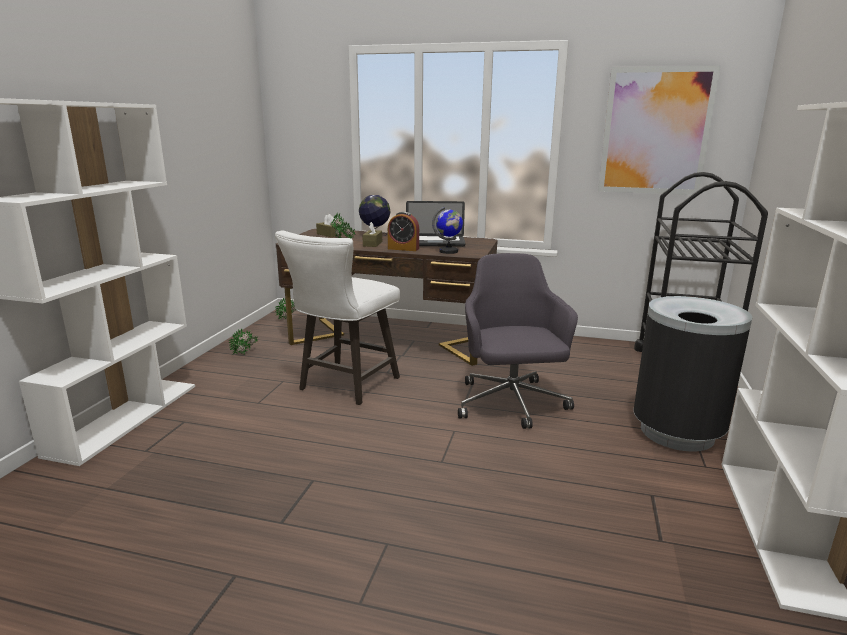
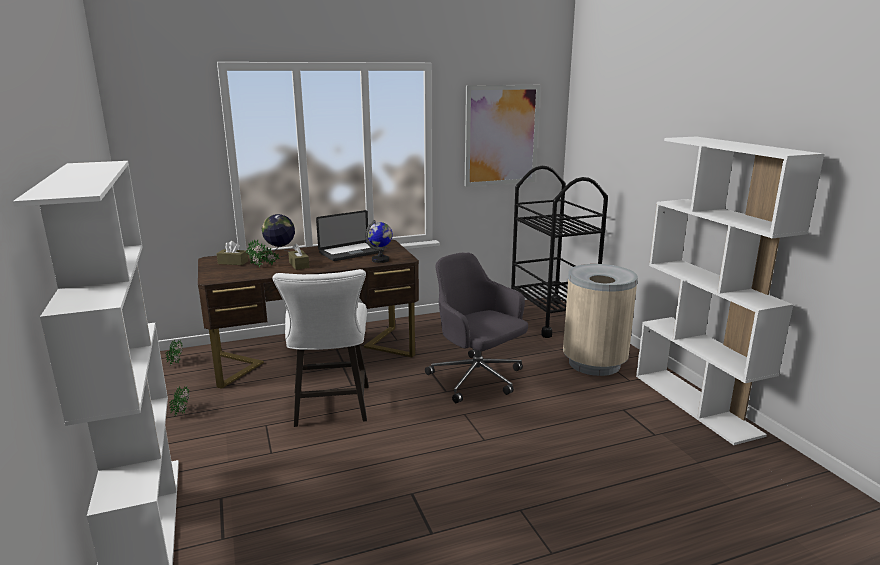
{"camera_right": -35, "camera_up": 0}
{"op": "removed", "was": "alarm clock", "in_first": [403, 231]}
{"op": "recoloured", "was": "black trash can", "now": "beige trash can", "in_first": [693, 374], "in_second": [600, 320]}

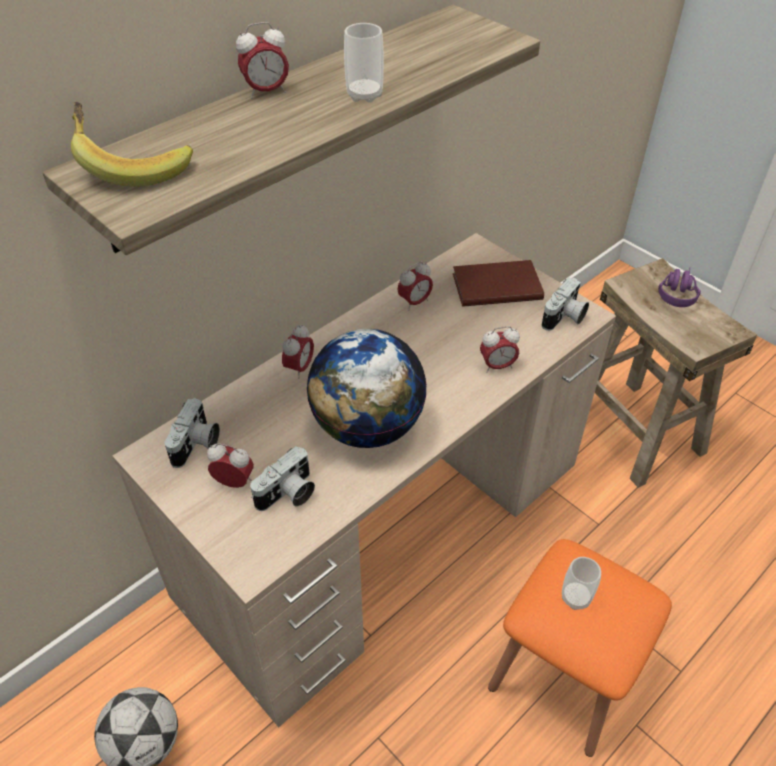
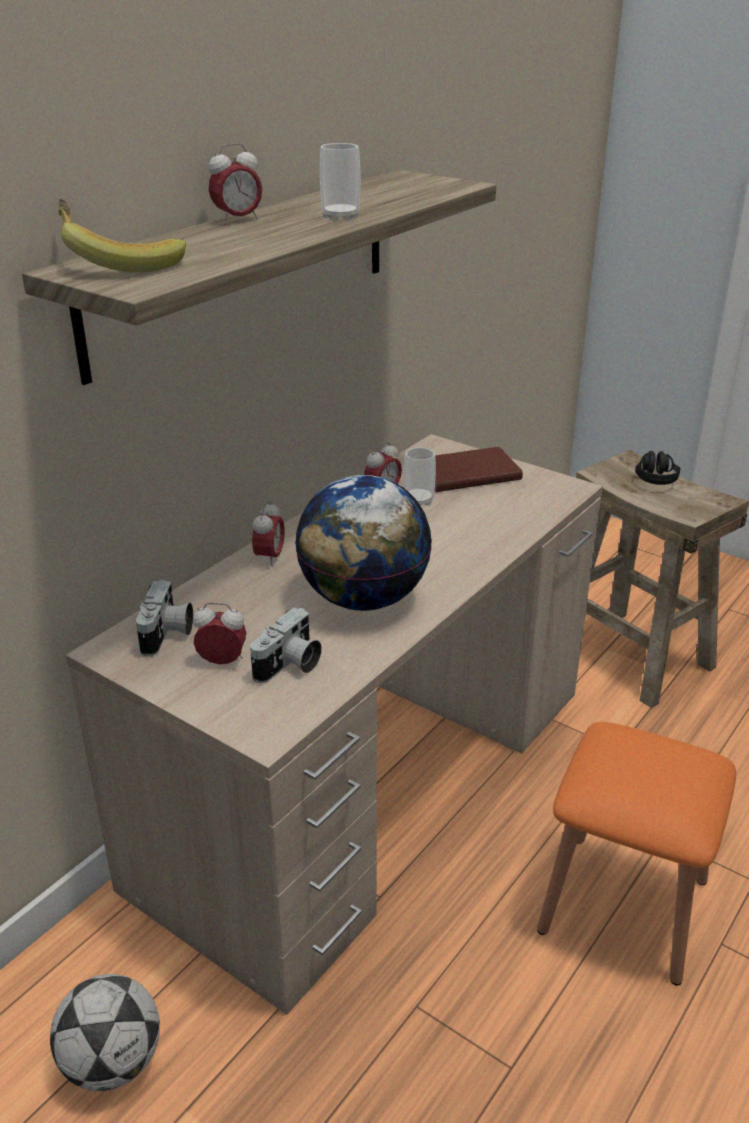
{"camera_right": -10, "camera_up": -15}
{"op": "removed", "was": "alarm clock", "in_first": [500, 349]}
{"op": "removed", "was": "photo camera", "in_first": [565, 304]}
{"op": "moved", "was": "cup", "in_first": [581, 583], "in_second": [420, 476]}
{"op": "recoloured", "was": "purple headphones", "now": "black headphones", "in_first": [679, 287], "in_second": [657, 468]}

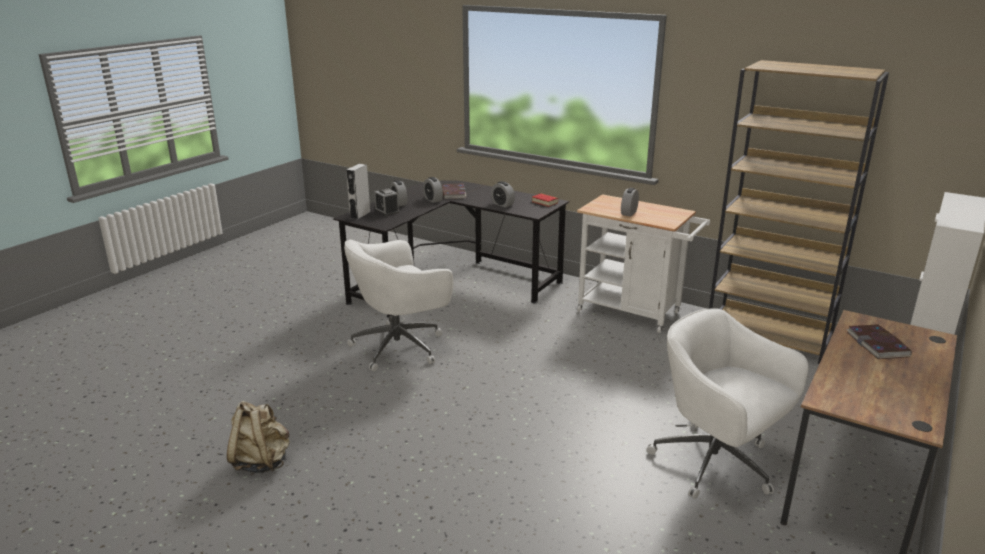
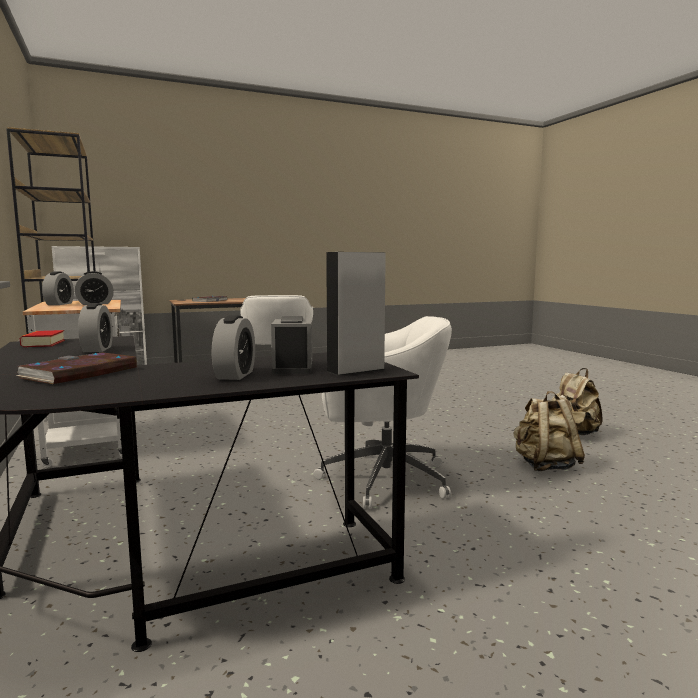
{"camera_right": -145, "camera_up": -15}
{"op": "moved", "was": "alarm clock", "in_first": [433, 190], "in_second": [58, 288]}
{"op": "added", "now": "beige backpack", "in_second": [549, 431]}

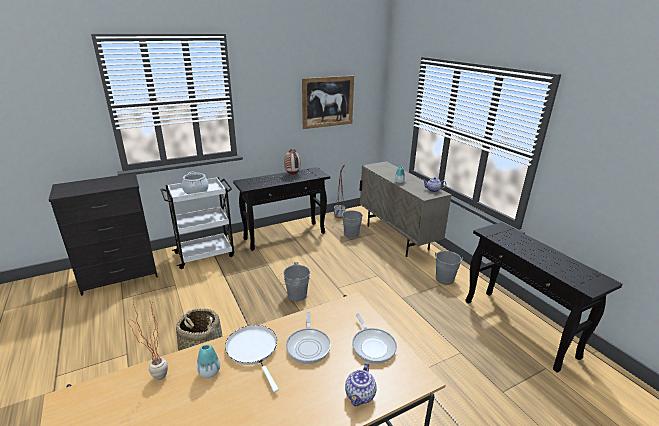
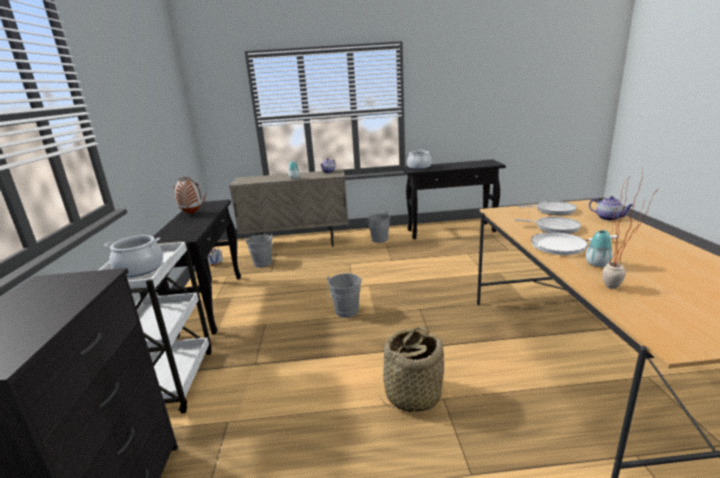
{"camera_right": -65, "camera_up": -5}
{"op": "removed", "was": "picture", "in_first": [328, 102]}
{"op": "added", "now": "cooking pot", "in_second": [419, 159]}

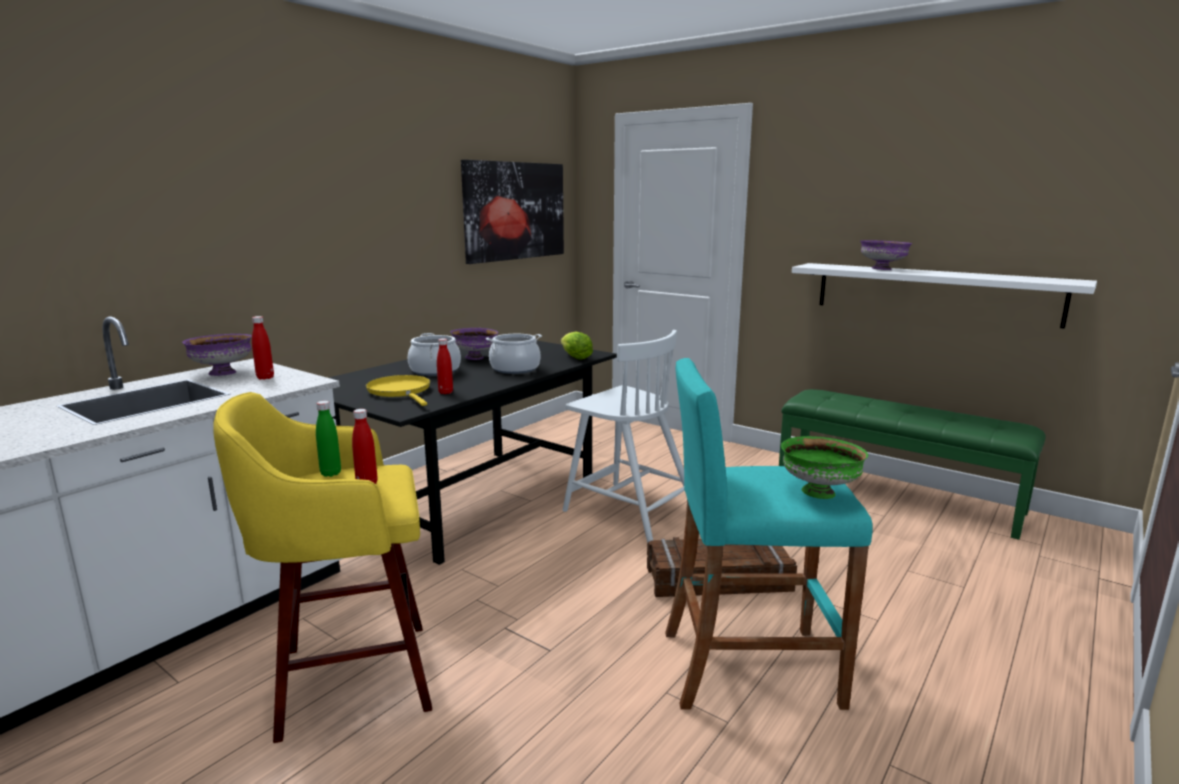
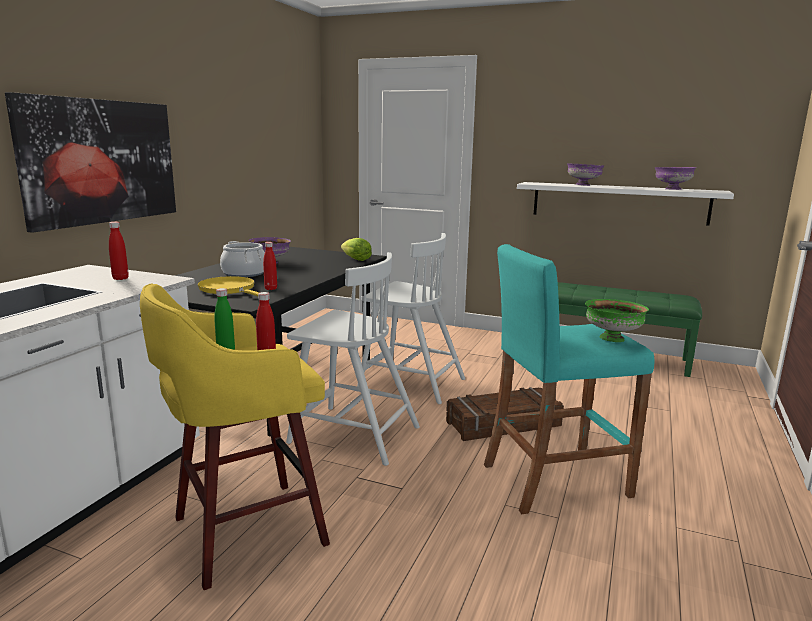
{"camera_right": -15, "camera_up": 0}
{"op": "moved", "was": "purple bowl", "in_first": [217, 355], "in_second": [675, 178]}
{"op": "moved", "was": "picture", "in_first": [512, 212], "in_second": [90, 162]}
{"op": "removed", "was": "cooking pot", "in_first": [514, 354]}
{"op": "added", "now": "white chair", "in_second": [353, 359]}

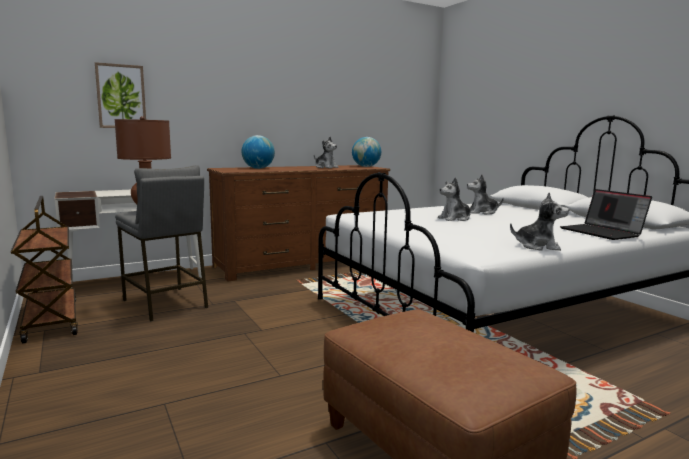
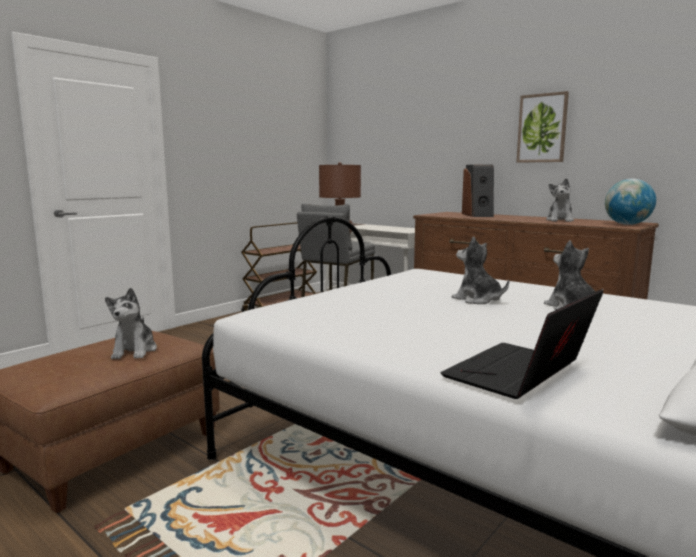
{"camera_right": 70, "camera_up": 0}
{"op": "moved", "was": "picture", "in_first": [120, 95], "in_second": [542, 127]}
{"op": "replaced", "was": "globe", "now": "speaker", "in_first": [258, 152], "in_second": [478, 191]}
{"op": "moved", "was": "plush toy", "in_first": [539, 221], "in_second": [131, 323]}

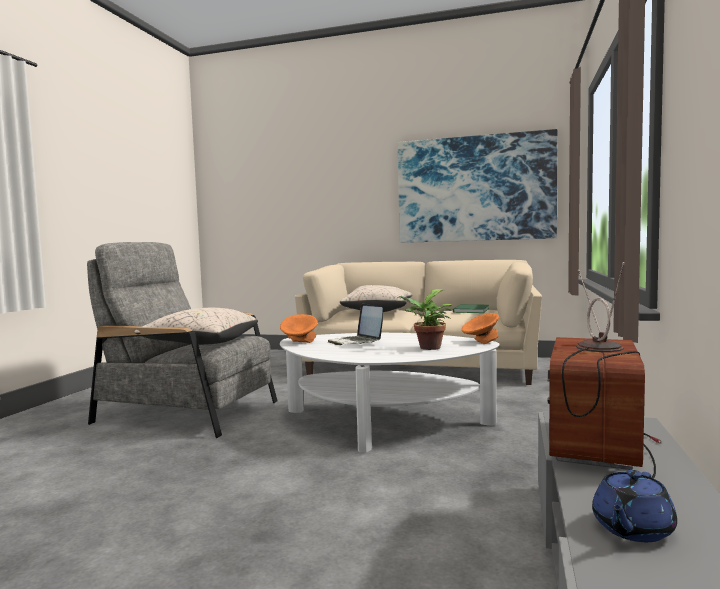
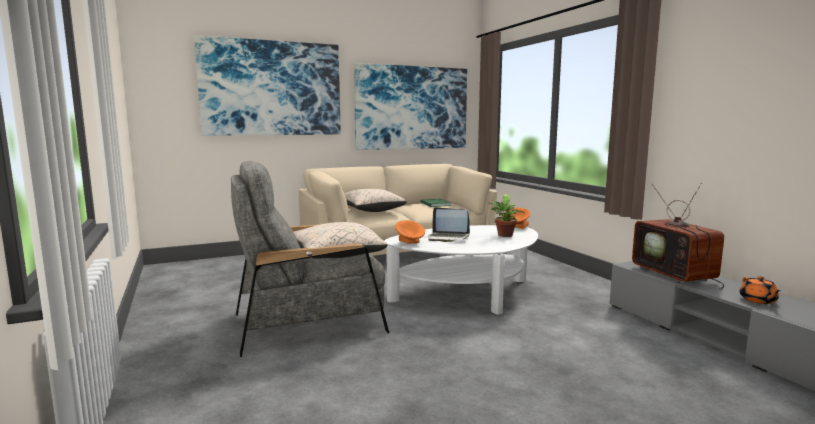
{"camera_right": -40, "camera_up": 5}
{"op": "recoloured", "was": "blue teapot", "now": "orange teapot", "in_first": [634, 506], "in_second": [760, 290]}
{"op": "added", "now": "picture", "in_second": [267, 85]}

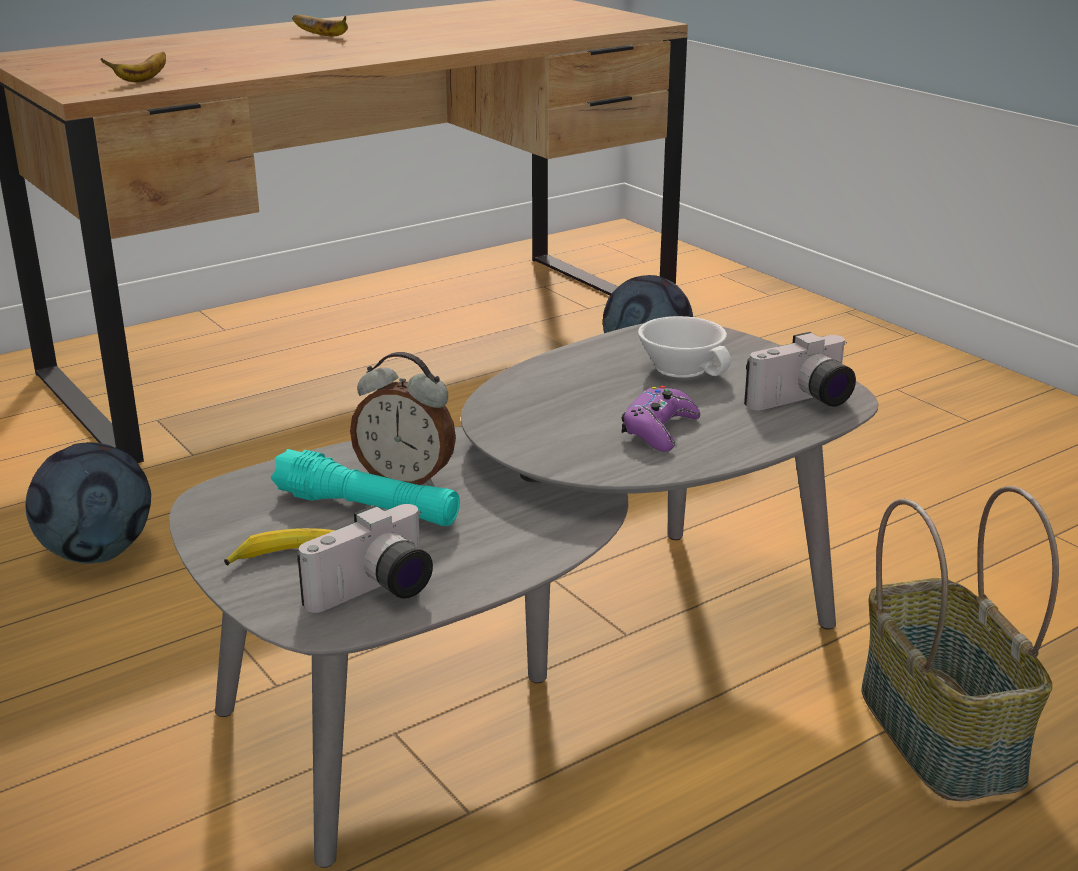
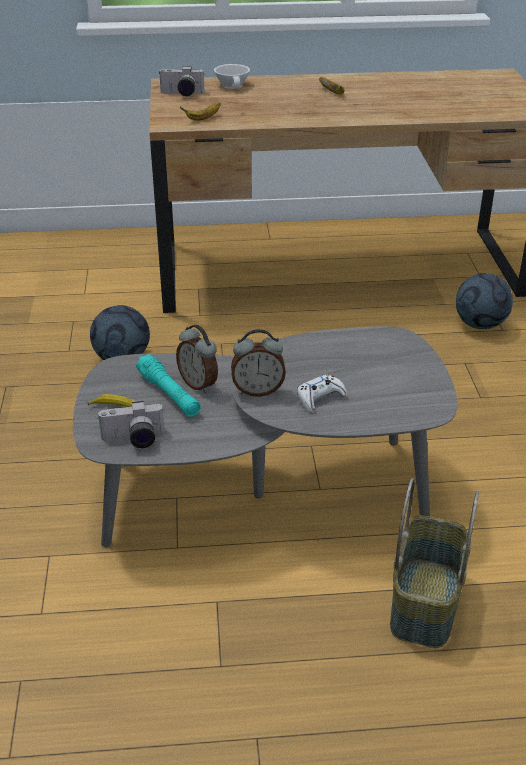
{"camera_right": 30, "camera_up": 10}
{"op": "recoloured", "was": "purple game controller", "now": "white game controller", "in_first": [661, 419], "in_second": [322, 394]}
{"op": "moved", "was": "white cup", "in_first": [684, 347], "in_second": [232, 76]}
{"op": "moved", "was": "photo camera", "in_first": [800, 371], "in_second": [182, 81]}
{"op": "added", "now": "alarm clock", "in_second": [258, 363]}

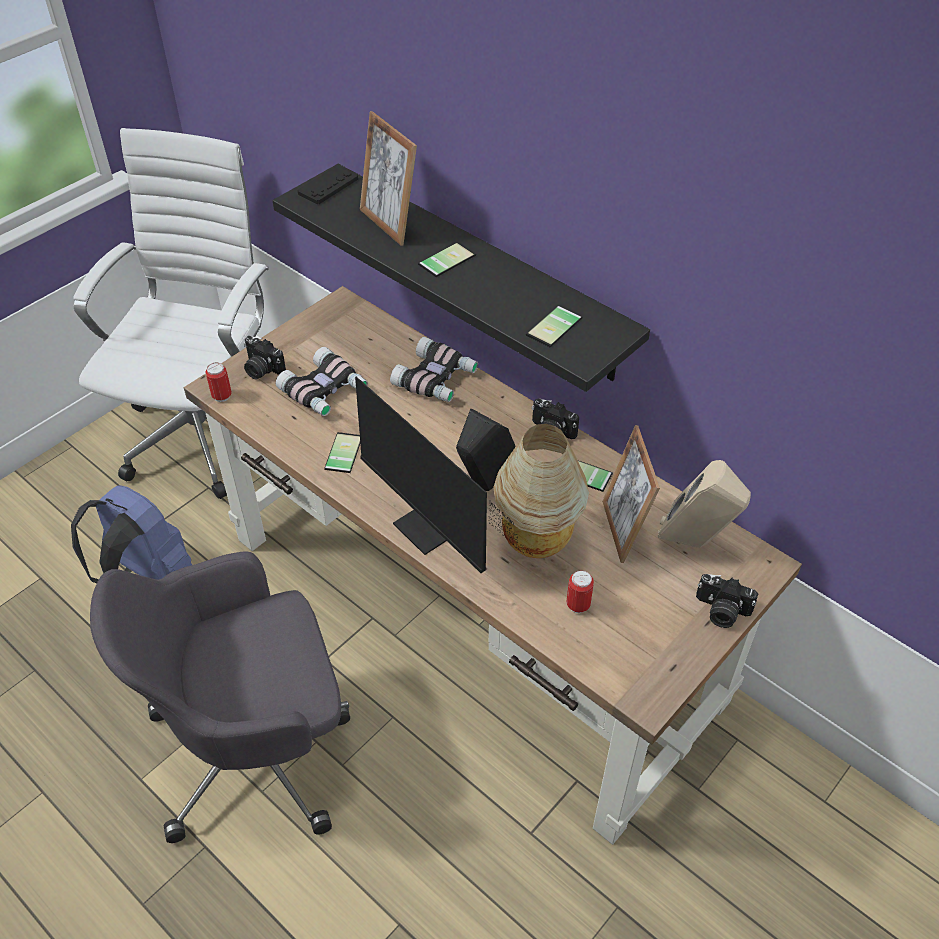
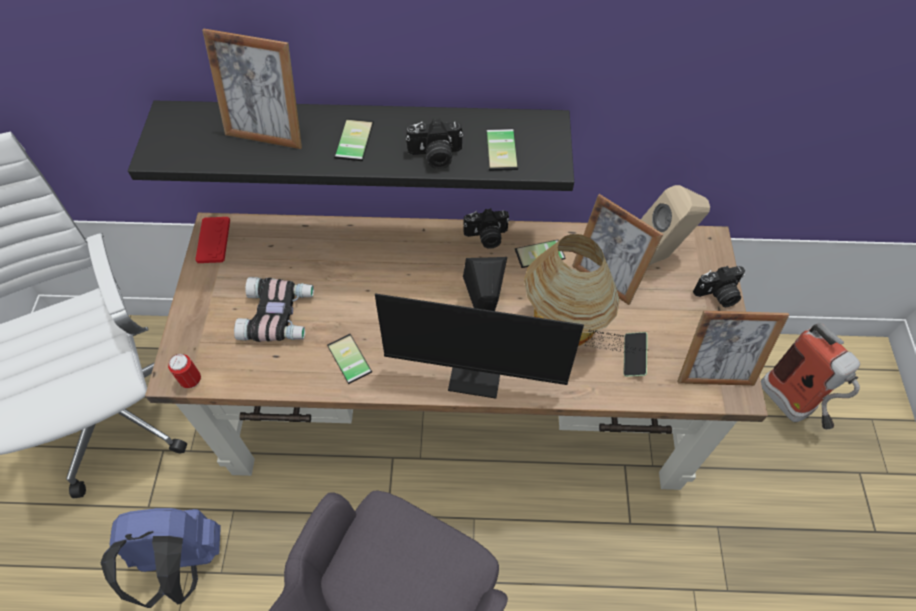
{"camera_right": -40, "camera_up": 10}
{"op": "moved", "was": "photo camera", "in_first": [264, 358], "in_second": [434, 143]}
{"op": "removed", "was": "black game controller", "in_first": [328, 185]}
{"op": "removed", "was": "binoculars", "in_first": [434, 369]}
{"op": "replaced", "was": "can", "now": "phone", "in_first": [580, 591], "in_second": [635, 354]}
{"op": "added", "now": "red game controller", "in_second": [212, 240]}
{"op": "added", "now": "picture frame", "in_second": [733, 348]}
{"op": "added", "now": "fire extinguisher", "in_second": [810, 376]}

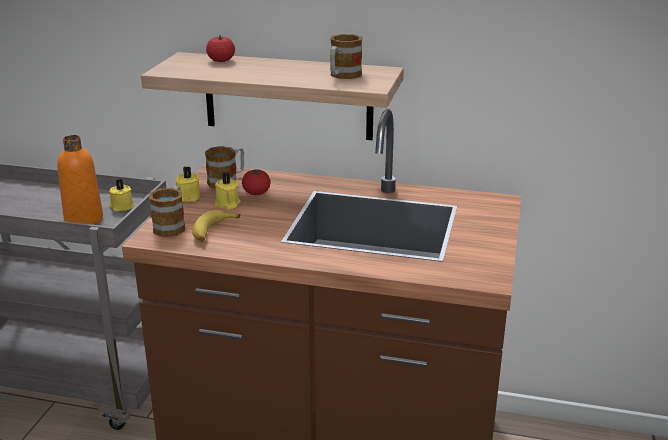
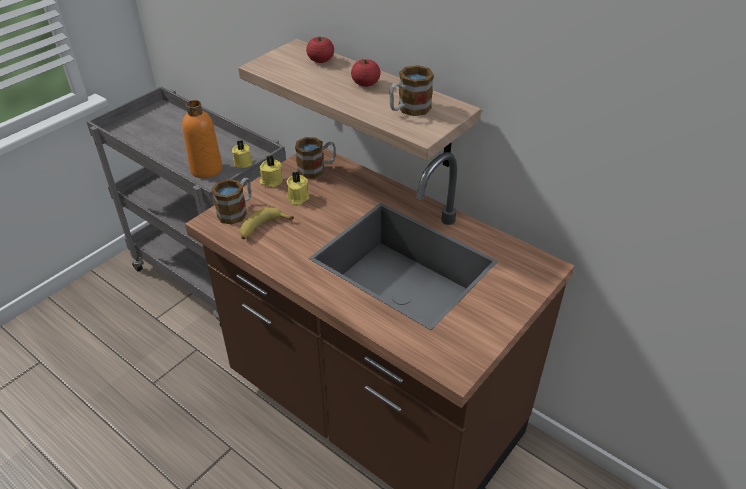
{"camera_right": 25, "camera_up": 15}
{"op": "moved", "was": "tomato", "in_first": [256, 182], "in_second": [366, 73]}

